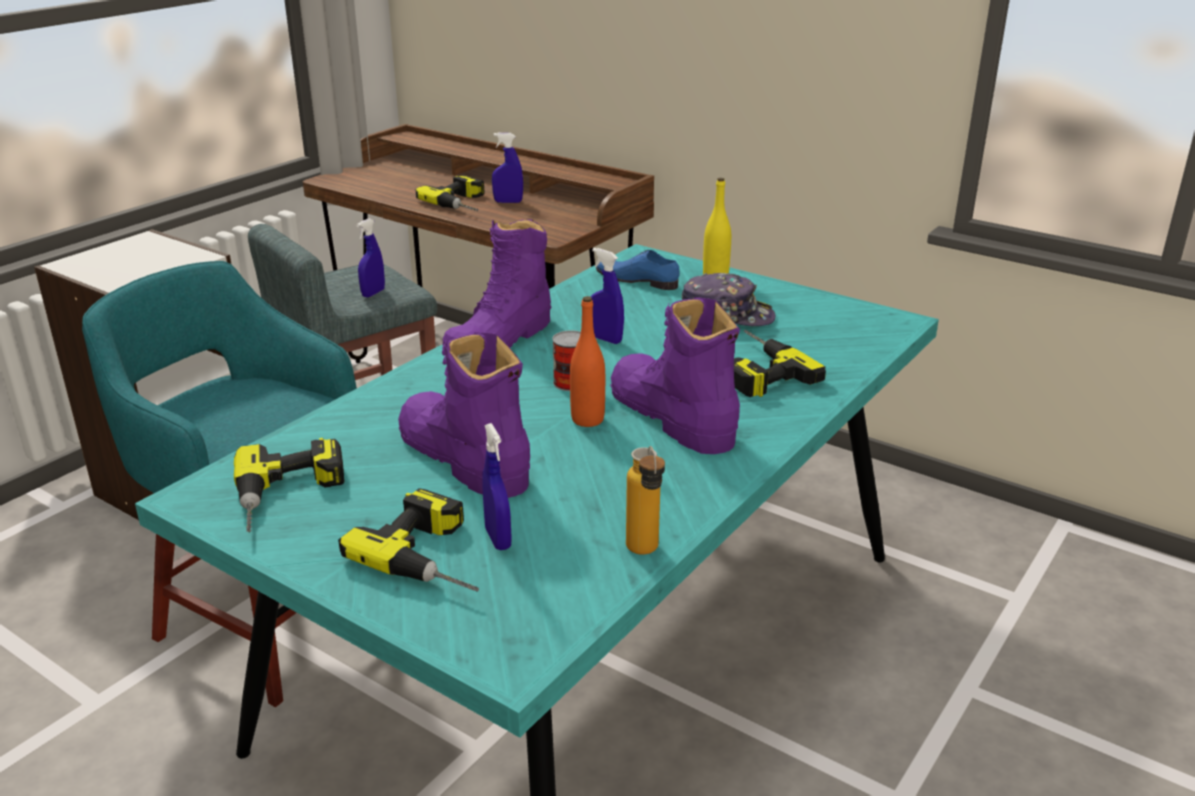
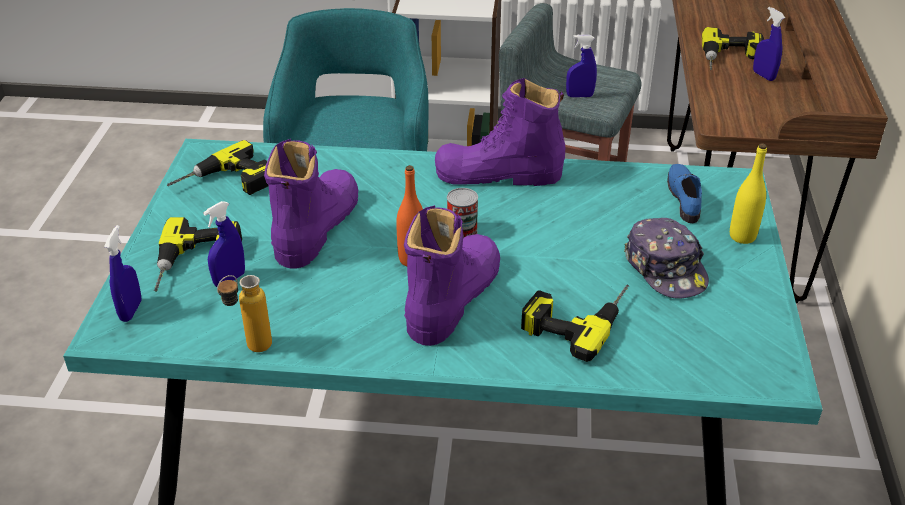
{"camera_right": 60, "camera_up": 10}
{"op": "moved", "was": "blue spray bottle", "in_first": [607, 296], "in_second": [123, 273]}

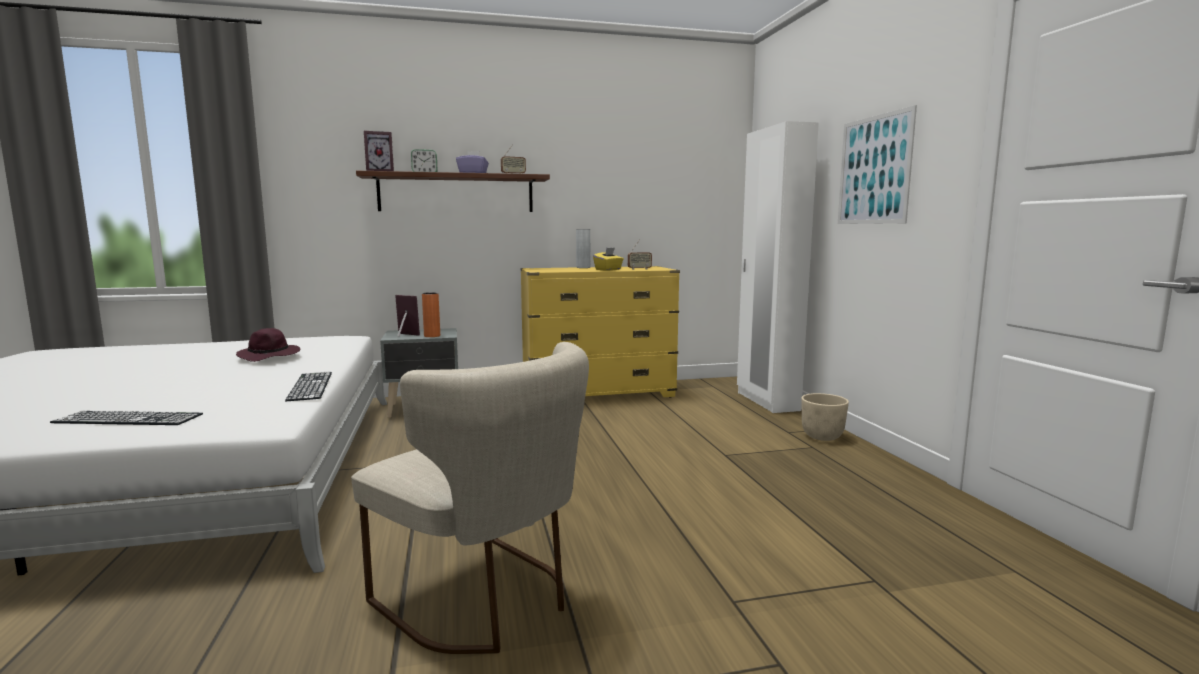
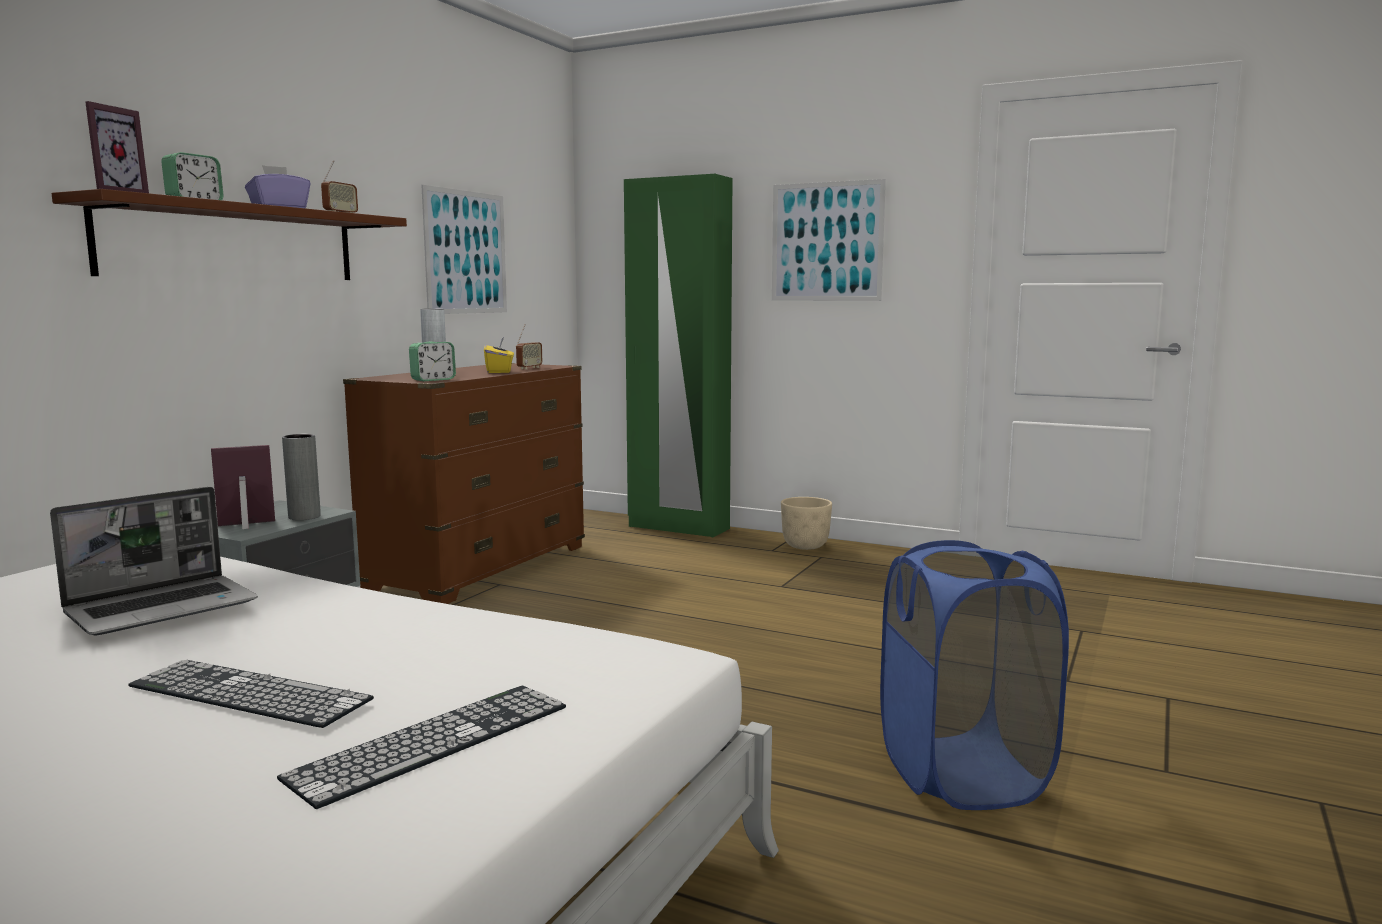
{"camera_right": -50, "camera_up": 0}
{"op": "replaced", "was": "purple hat", "now": "laptop", "in_first": [268, 345], "in_second": [154, 561]}
{"op": "moved", "was": "keyboard", "in_first": [308, 386], "in_second": [251, 694]}
{"op": "replaced", "was": "beige chair", "now": "blue laundry basket", "in_first": [470, 498], "in_second": [974, 675]}
{"op": "recoloured", "was": "orange vase", "now": "grey vase", "in_first": [431, 314], "in_second": [301, 477]}
{"op": "recoloured", "was": "yellow dresser", "now": "brown dresser", "in_first": [600, 332], "in_second": [464, 483]}
{"op": "recoloured", "was": "white wardrobe", "now": "green wardrobe", "in_first": [778, 267], "in_second": [678, 355]}
{"op": "added", "now": "alarm clock", "in_second": [432, 361]}
{"op": "added", "now": "picture", "in_second": [464, 249]}

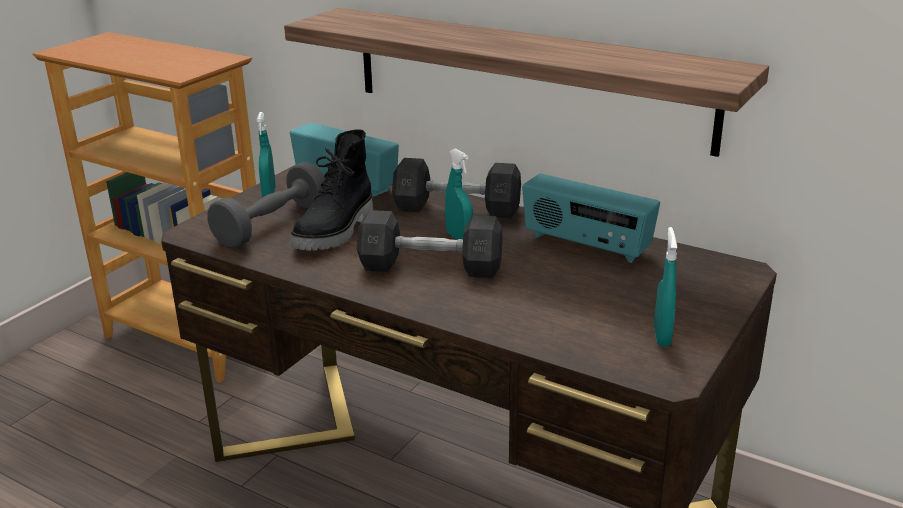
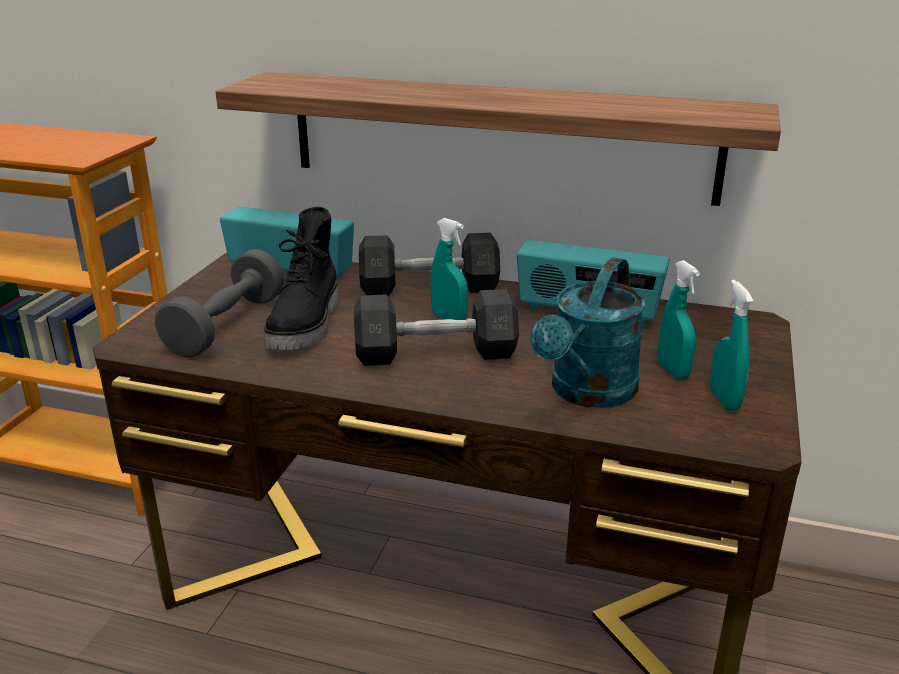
{"camera_right": -15, "camera_up": 0}
{"op": "moved", "was": "turquoise spray bottle", "in_first": [266, 154], "in_second": [679, 320]}
{"op": "added", "now": "turquoise watering can", "in_second": [588, 332]}

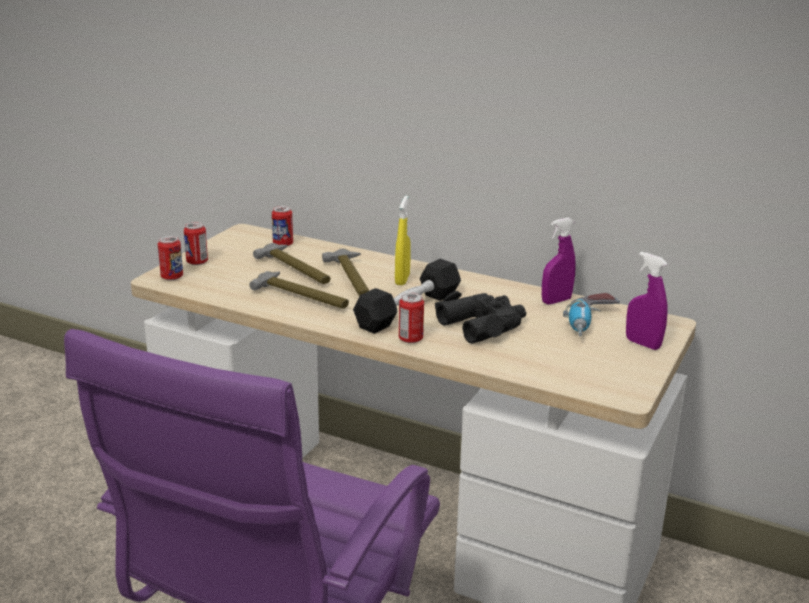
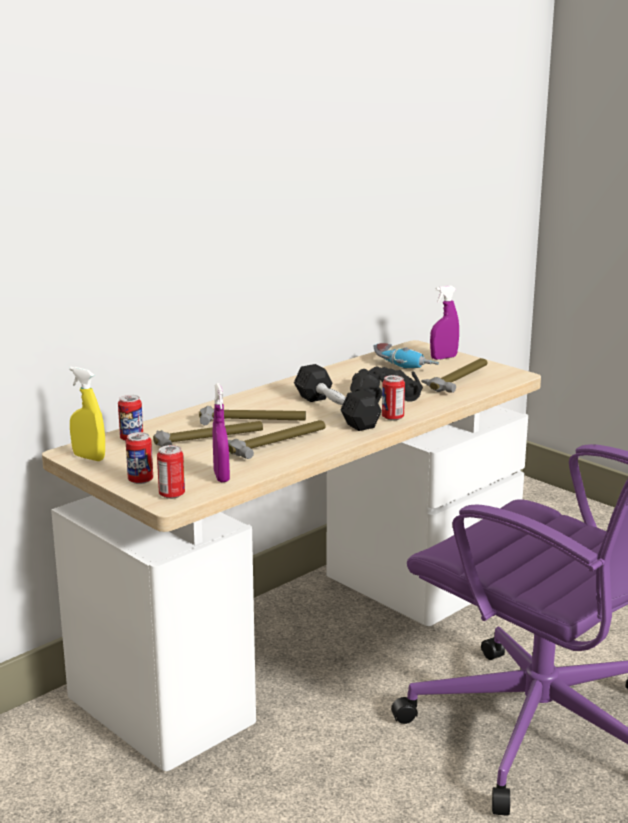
{"camera_right": -70, "camera_up": -5}
{"op": "moved", "was": "yellow spray bottle", "in_first": [403, 240], "in_second": [87, 414]}
{"op": "moved", "was": "purple spray bottle", "in_first": [558, 261], "in_second": [221, 432]}
{"op": "added", "now": "hammer", "in_second": [454, 375]}

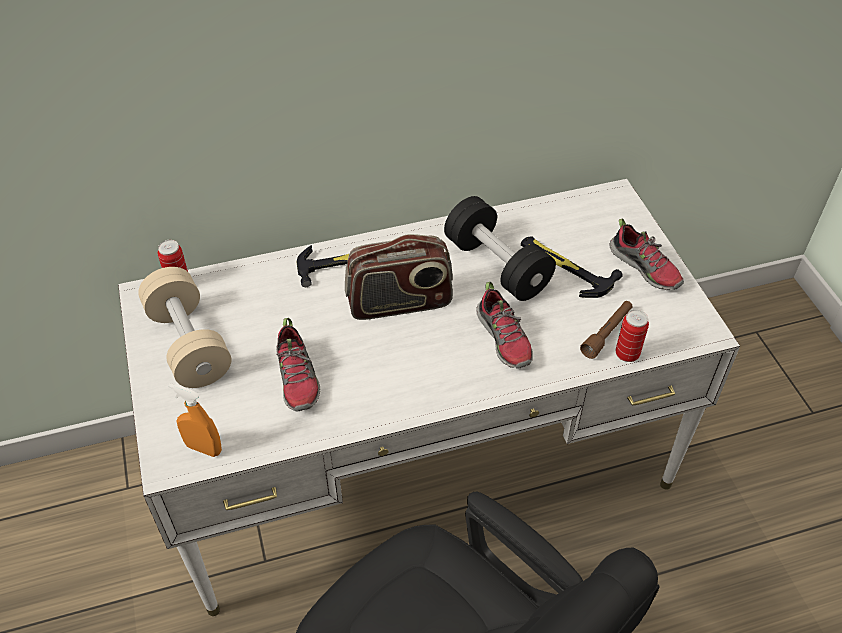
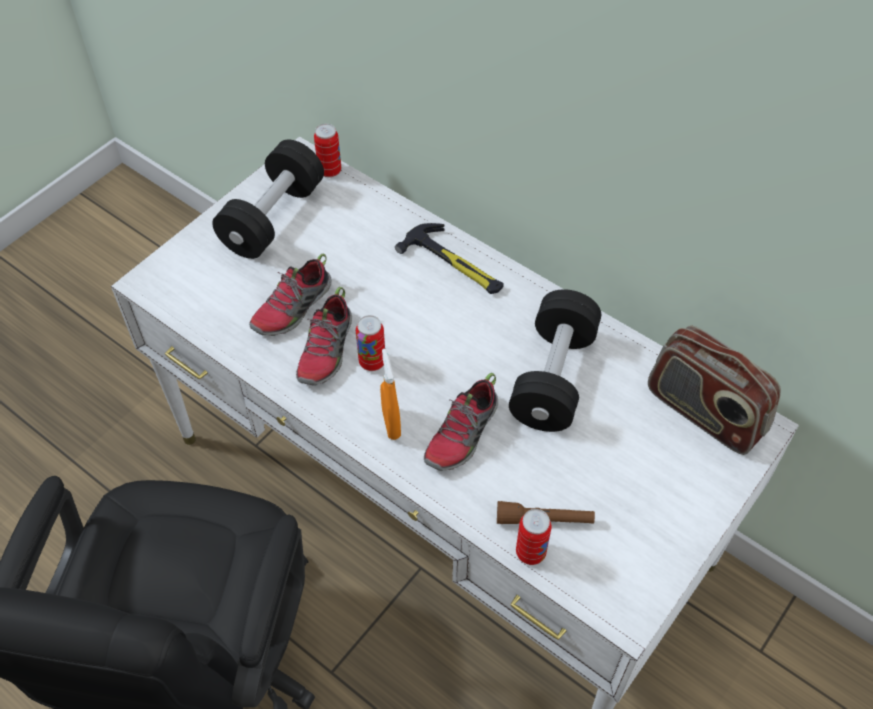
{"camera_right": 55, "camera_up": 5}
{"op": "recoloured", "was": "beige dumbbell", "now": "black dumbbell", "in_first": [184, 327], "in_second": [268, 199]}
{"op": "moved", "was": "orange spray bottle", "in_first": [195, 420], "in_second": [390, 394]}
{"op": "moved", "was": "radio", "in_first": [399, 277], "in_second": [714, 390]}
{"op": "removed", "was": "hammer", "in_first": [572, 267]}
{"op": "moved", "was": "shoe", "in_first": [647, 254], "in_second": [324, 336]}
{"op": "added", "now": "can", "in_second": [370, 343]}

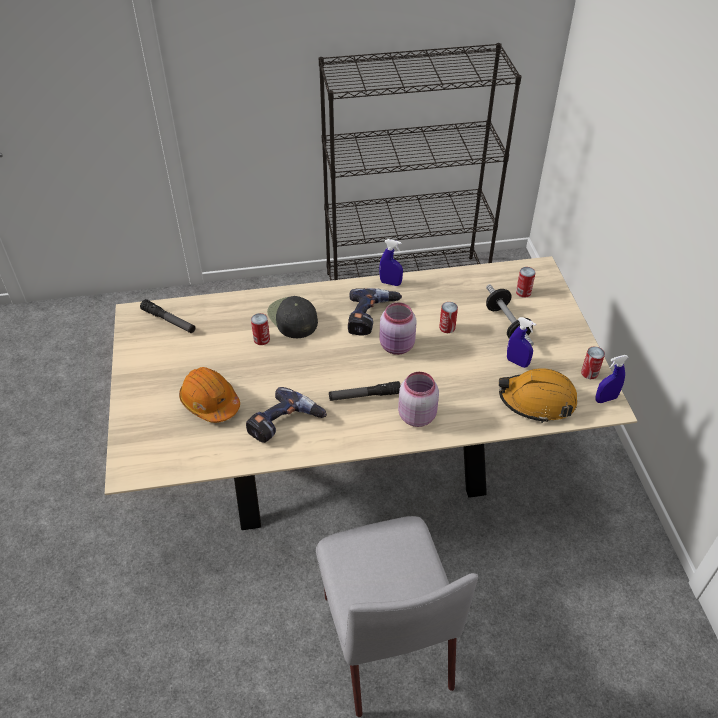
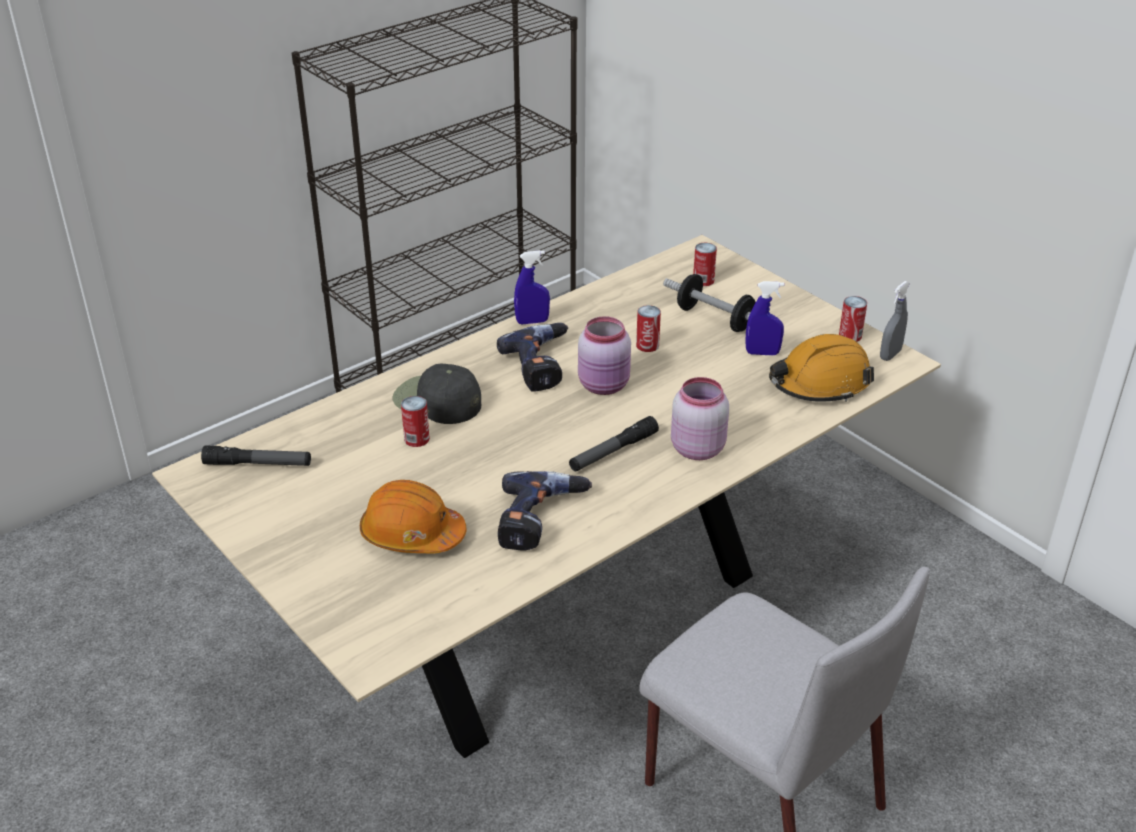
{"camera_right": -30, "camera_up": -10}
{"op": "recoloured", "was": "blue spray bottle", "now": "grey spray bottle", "in_first": [612, 379], "in_second": [895, 321]}

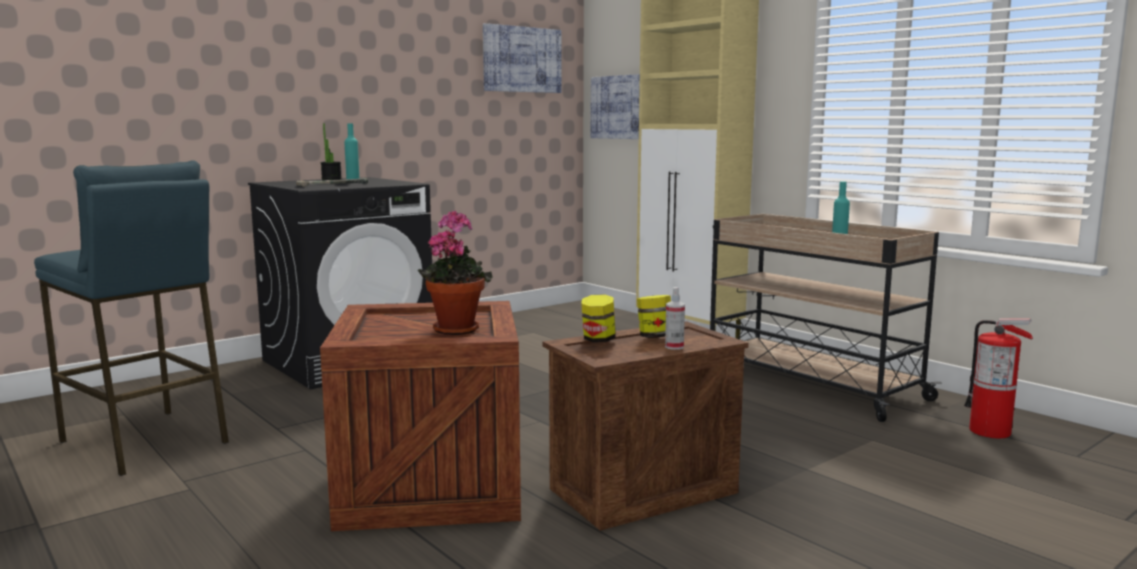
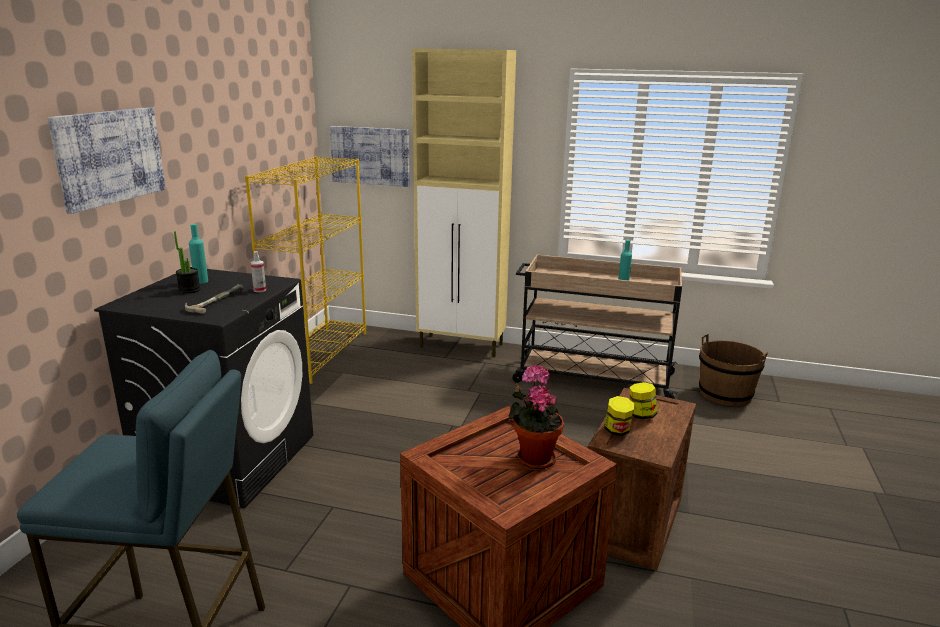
{"camera_right": -35, "camera_up": 10}
{"op": "moved", "was": "picture", "in_first": [522, 58], "in_second": [106, 160]}
{"op": "moved", "was": "spray bottle", "in_first": [675, 318], "in_second": [258, 271]}
{"op": "replaced", "was": "fire extinguisher", "now": "brown bucket", "in_first": [998, 378], "in_second": [733, 370]}
{"op": "added", "now": "yellow bookcase", "in_second": [305, 270]}

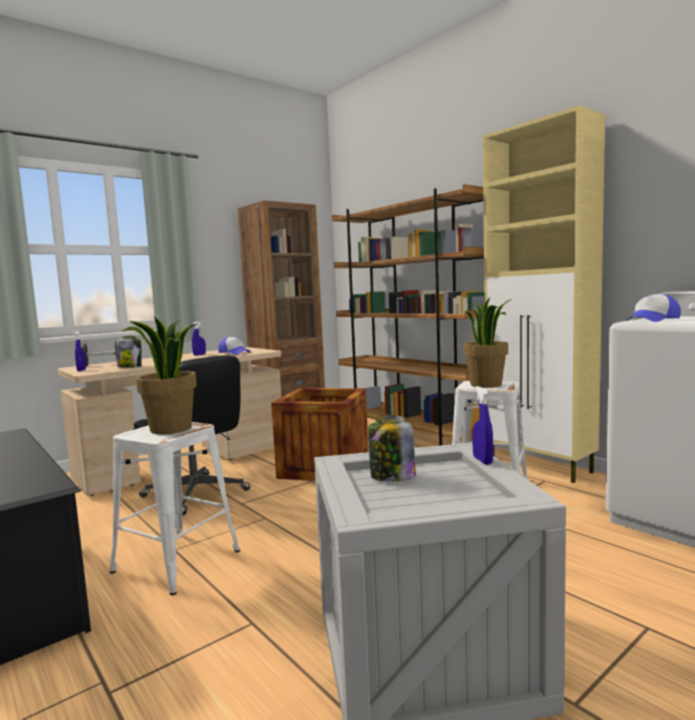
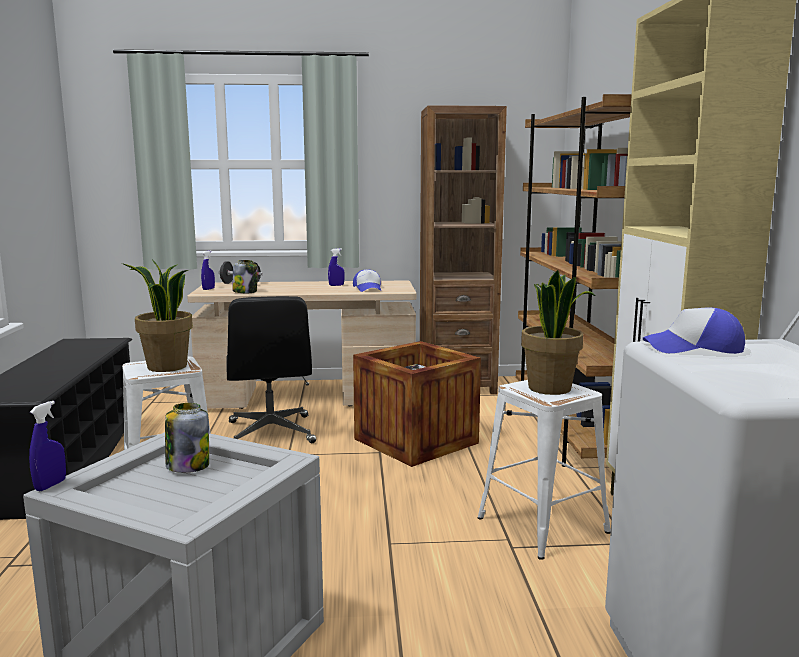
{"camera_right": 35, "camera_up": 5}
{"op": "moved", "was": "blue spray bottle", "in_first": [482, 425], "in_second": [47, 446]}

